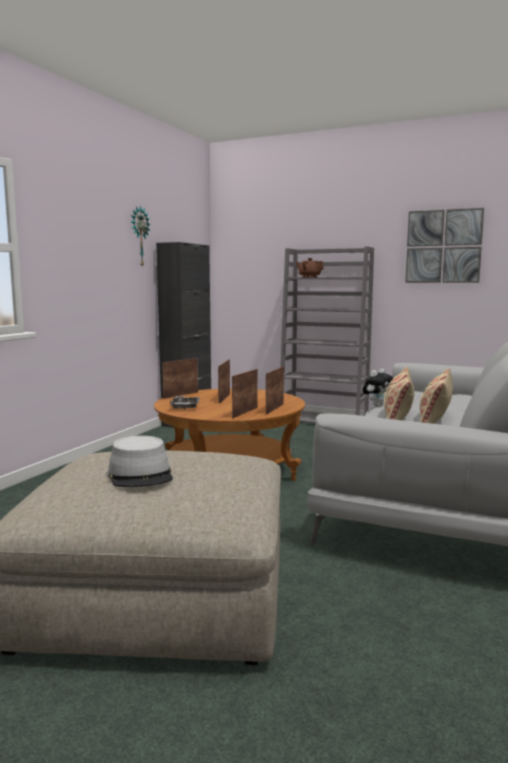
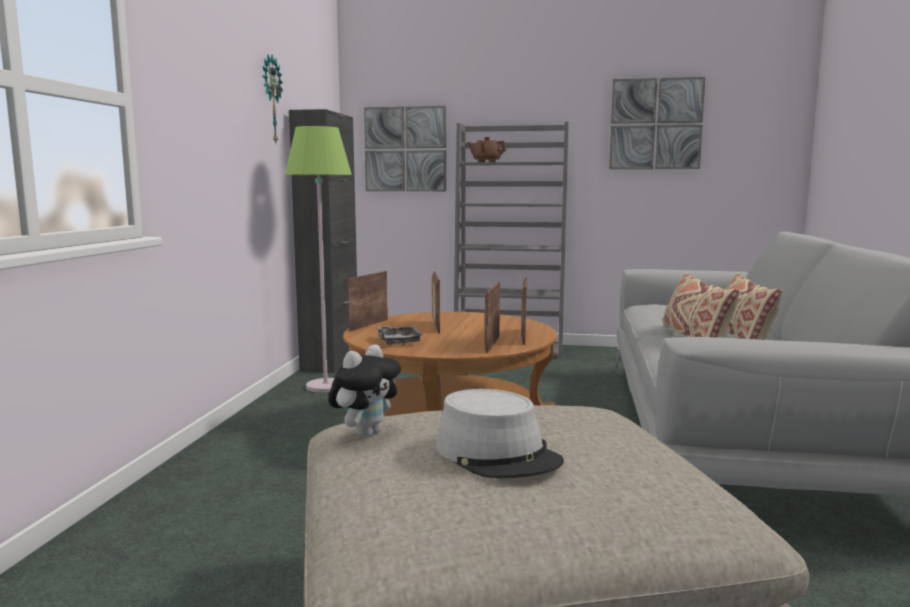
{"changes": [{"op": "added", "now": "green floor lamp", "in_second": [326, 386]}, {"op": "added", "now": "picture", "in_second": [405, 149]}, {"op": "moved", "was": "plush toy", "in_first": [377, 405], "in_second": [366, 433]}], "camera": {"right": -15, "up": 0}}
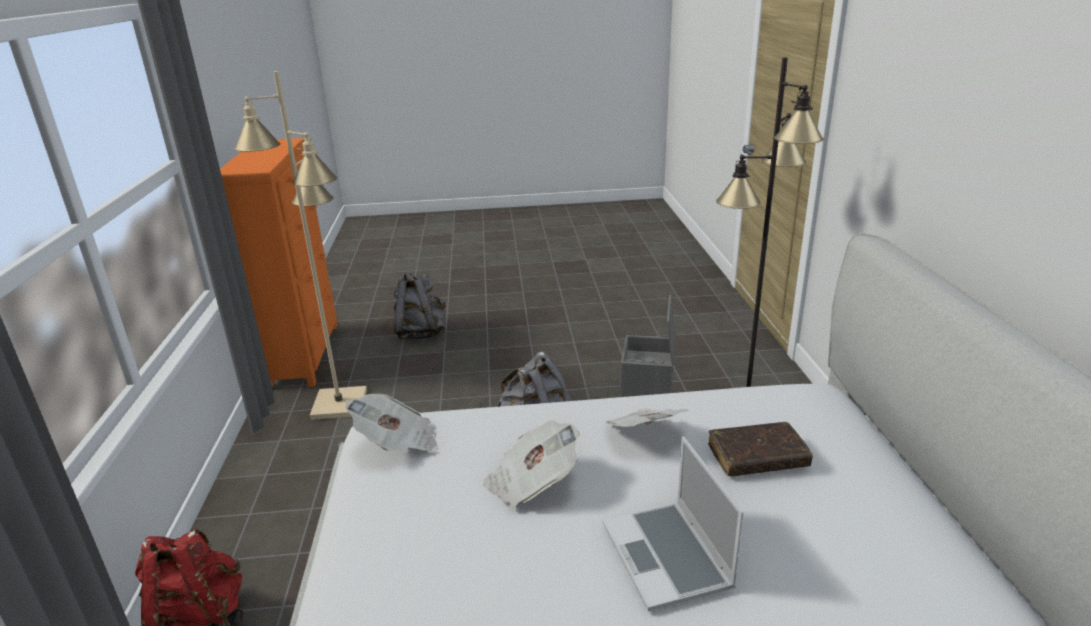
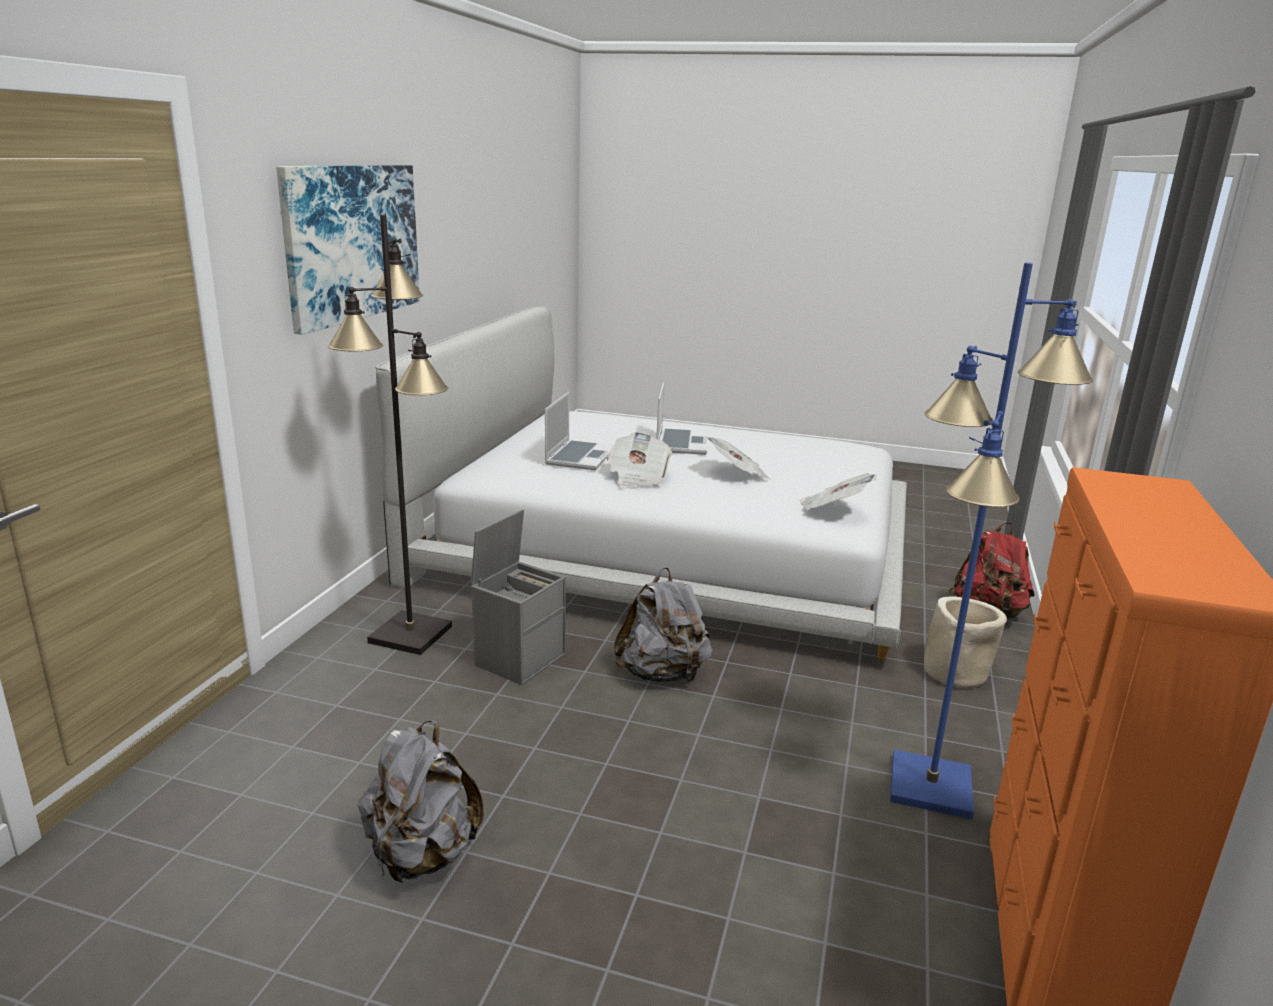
{"changes": [{"op": "added", "now": "picture", "in_second": [353, 242]}, {"op": "added", "now": "beige planter", "in_second": [956, 673]}, {"op": "moved", "was": "grey backpack", "in_first": [421, 333], "in_second": [421, 855]}, {"op": "replaced", "was": "brown book", "now": "laptop", "in_first": [757, 457], "in_second": [580, 456]}, {"op": "recoloured", "was": "beige floor lamp", "now": "blue floor lamp", "in_first": [339, 404], "in_second": [931, 787]}], "camera": {"right": -160, "up": -5}}
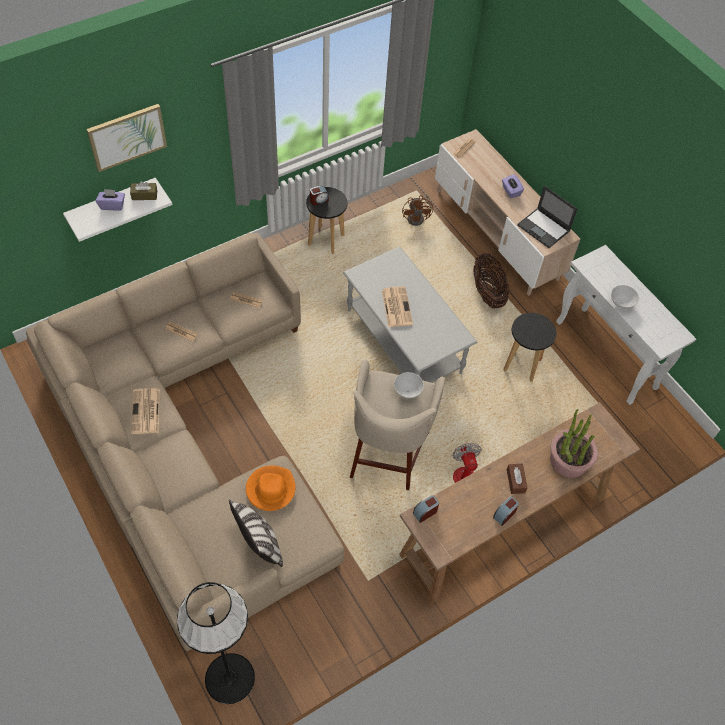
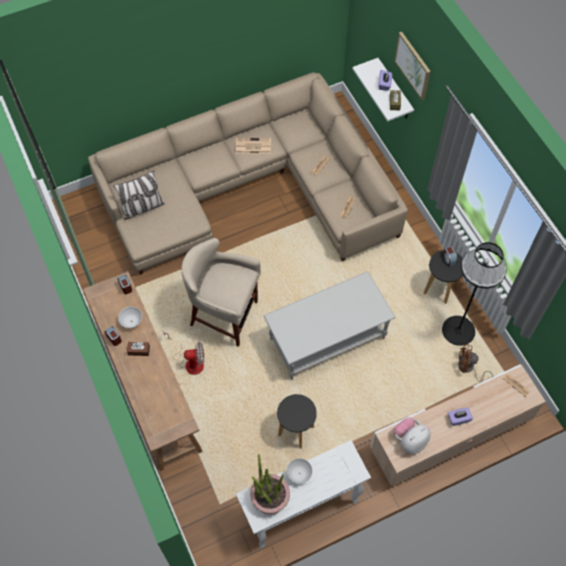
{"changes": [{"op": "removed", "was": "orange hat", "in_first": [270, 489]}, {"op": "removed", "was": "newspaper", "in_first": [396, 306]}, {"op": "removed", "was": "basket", "in_first": [487, 293]}, {"op": "moved", "was": "black floor lamp", "in_first": [229, 678], "in_second": [458, 330]}, {"op": "moved", "was": "white bowl", "in_first": [407, 391], "in_second": [131, 321]}, {"op": "moved", "was": "potted plant", "in_first": [569, 460], "in_second": [269, 497]}, {"op": "replaced", "was": "laptop", "now": "plush toy", "in_first": [544, 228], "in_second": [410, 440]}], "camera": {"right": 100, "up": 5}}
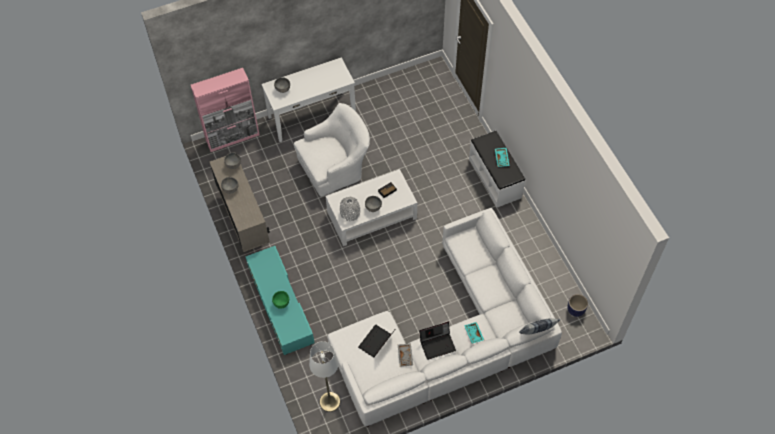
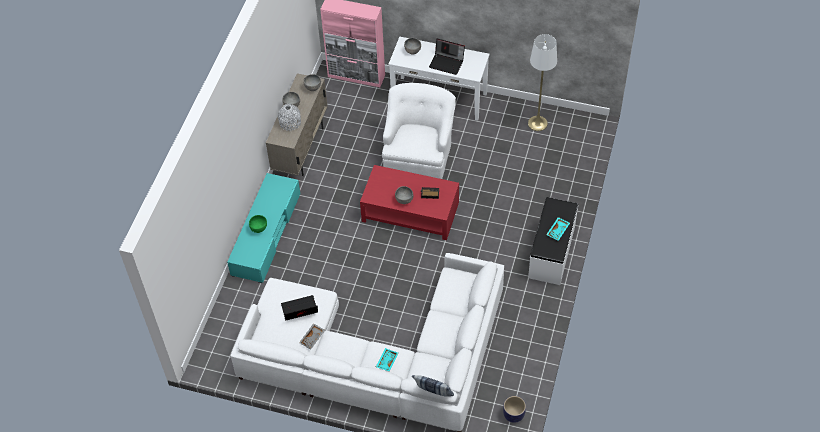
{"changes": [{"op": "moved", "was": "white floor lamp", "in_first": [330, 401], "in_second": [537, 123]}, {"op": "moved", "was": "grey vase", "in_first": [350, 213], "in_second": [290, 123]}, {"op": "moved", "was": "laptop", "in_first": [437, 344], "in_second": [447, 63]}, {"op": "recoloured", "was": "white coffee table", "now": "red coffee table", "in_first": [372, 215], "in_second": [410, 212]}, {"op": "turned", "was": "white armchair", "in_first": [335, 166], "in_second": [418, 152], "clockwise": -90}], "camera": {"right": 40, "up": -5}}
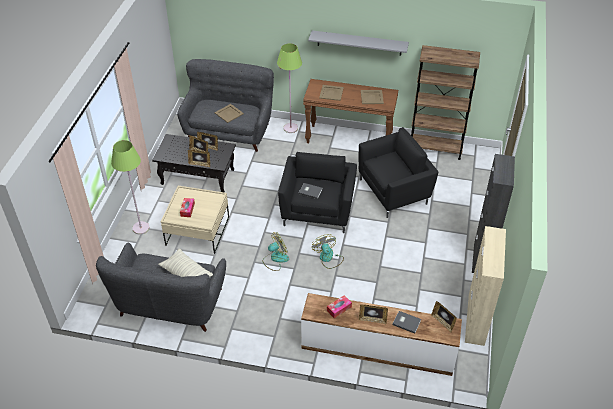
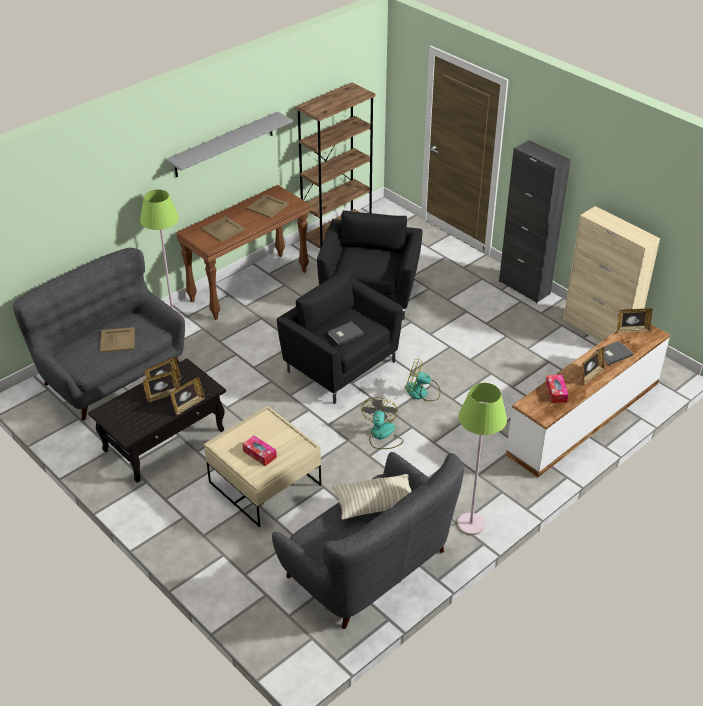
{"changes": [{"op": "moved", "was": "green floor lamp", "in_first": [140, 228], "in_second": [470, 524]}], "camera": {"right": -55, "up": -5}}
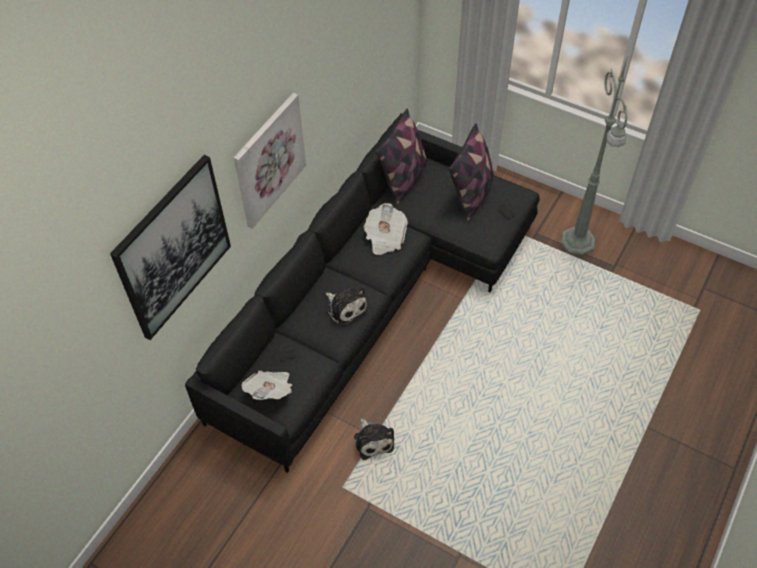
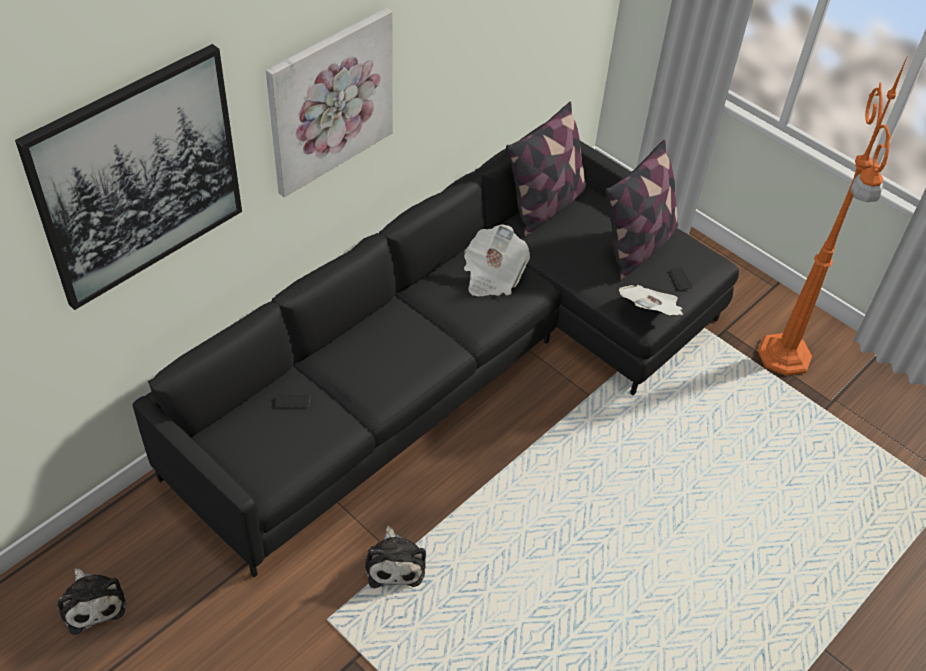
{"changes": [{"op": "moved", "was": "newspaper", "in_first": [270, 391], "in_second": [650, 311]}, {"op": "moved", "was": "plush toy", "in_first": [345, 307], "in_second": [92, 602]}, {"op": "recoloured", "was": "grey floor lamp", "now": "orange floor lamp", "in_first": [578, 243], "in_second": [784, 357]}], "camera": {"right": 10, "up": -5}}
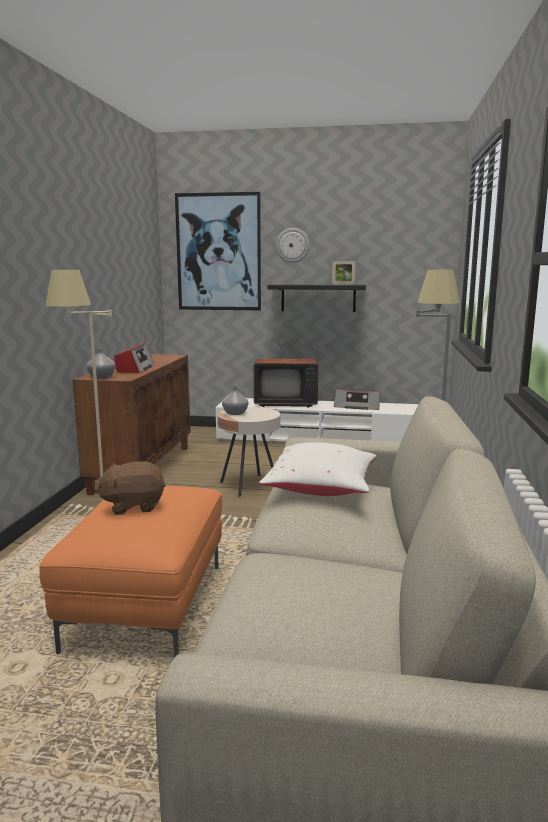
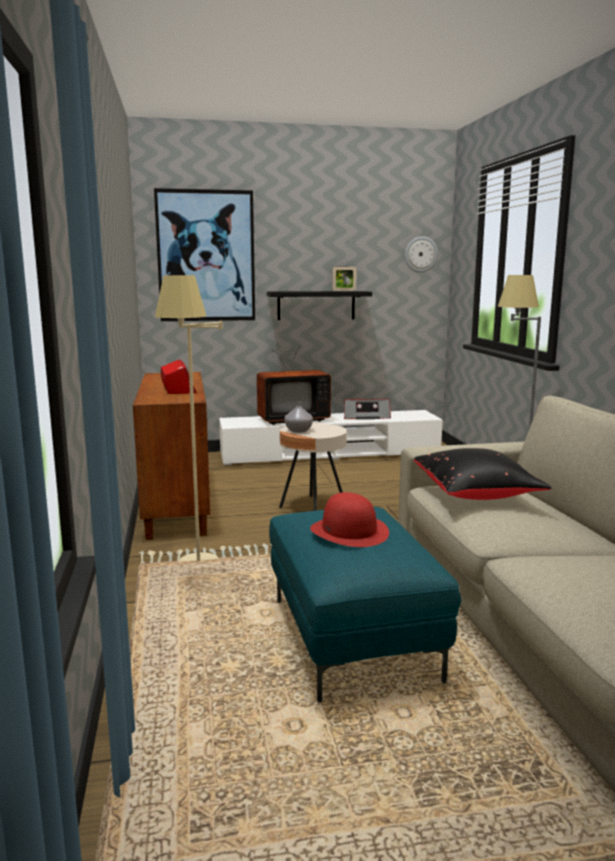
{"changes": [{"op": "removed", "was": "grey vase", "in_first": [102, 377]}, {"op": "moved", "was": "wall clock", "in_first": [293, 245], "in_second": [420, 254]}, {"op": "replaced", "was": "brown plush toy", "now": "red hat", "in_first": [133, 506], "in_second": [349, 531]}, {"op": "recoloured", "was": "orange ottoman", "now": "turquoise ottoman", "in_first": [145, 606], "in_second": [350, 639]}, {"op": "recoloured", "was": "white pillow", "now": "black pillow", "in_first": [321, 490], "in_second": [476, 495]}], "camera": {"right": -20, "up": 0}}
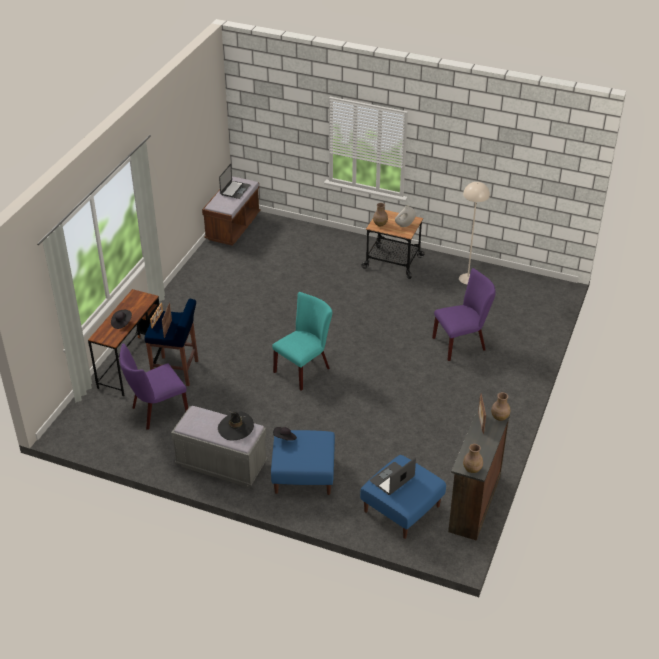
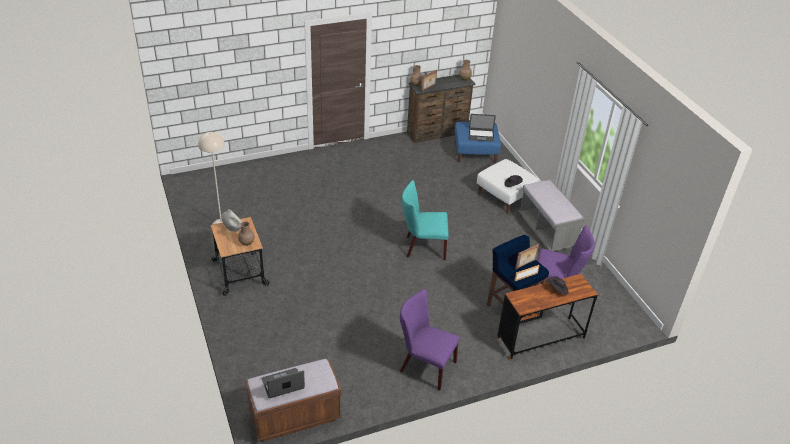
{"changes": [{"op": "removed", "was": "black hat", "in_first": [235, 428]}, {"op": "moved", "was": "purple chair", "in_first": [462, 343], "in_second": [424, 366]}, {"op": "recoloured", "was": "blue ottoman", "now": "white ottoman", "in_first": [303, 475], "in_second": [505, 196]}], "camera": {"right": -135, "up": 0}}
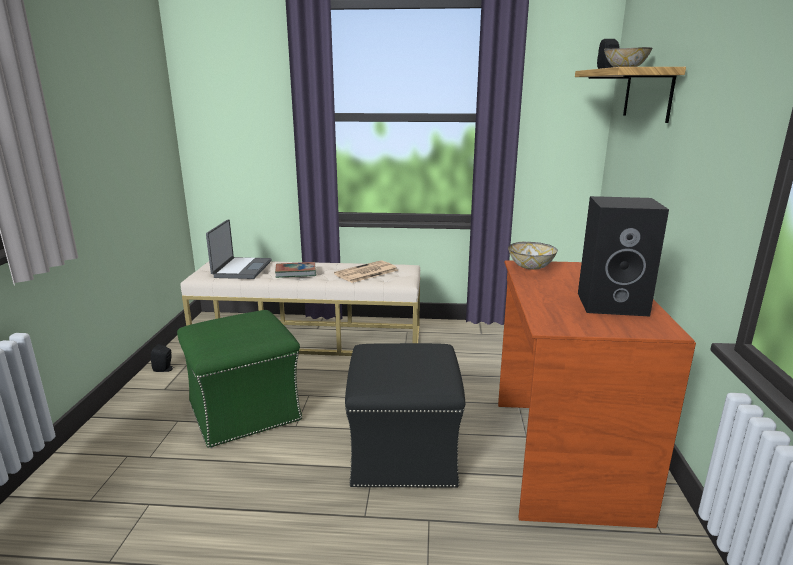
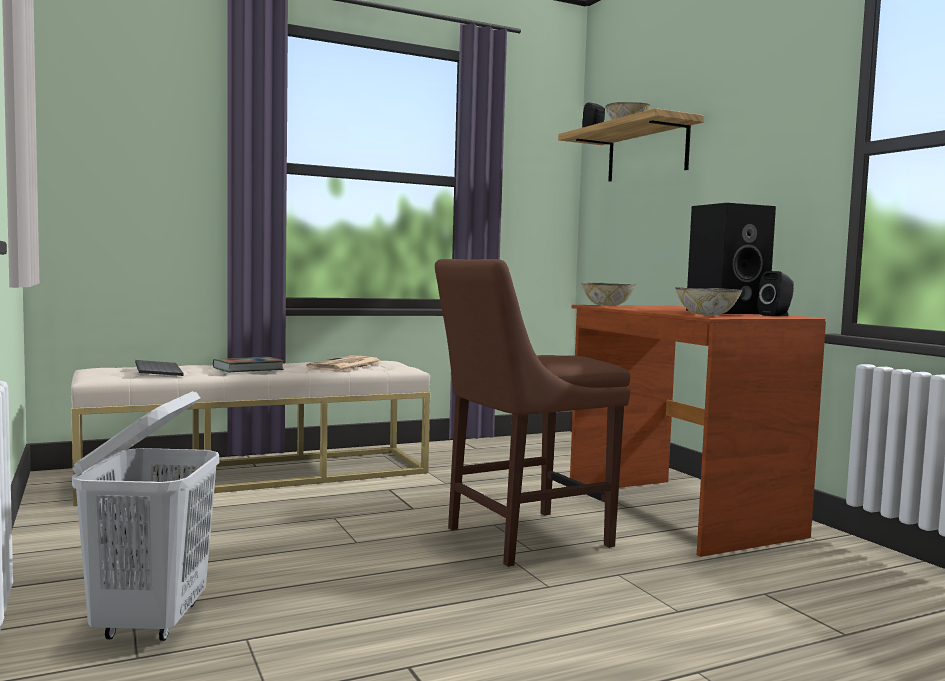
{"changes": [{"op": "removed", "was": "green ottoman", "in_first": [246, 410]}, {"op": "added", "now": "white laundry basket", "in_second": [151, 622]}, {"op": "added", "now": "bowl", "in_second": [707, 315]}, {"op": "moved", "was": "black speaker", "in_first": [164, 369], "in_second": [776, 315]}, {"op": "replaced", "was": "laptop", "now": "keyboard", "in_first": [241, 269], "in_second": [156, 370]}, {"op": "replaced", "was": "black ottoman", "now": "brown chair", "in_first": [403, 452], "in_second": [520, 538]}], "camera": {"right": -30, "up": -15}}
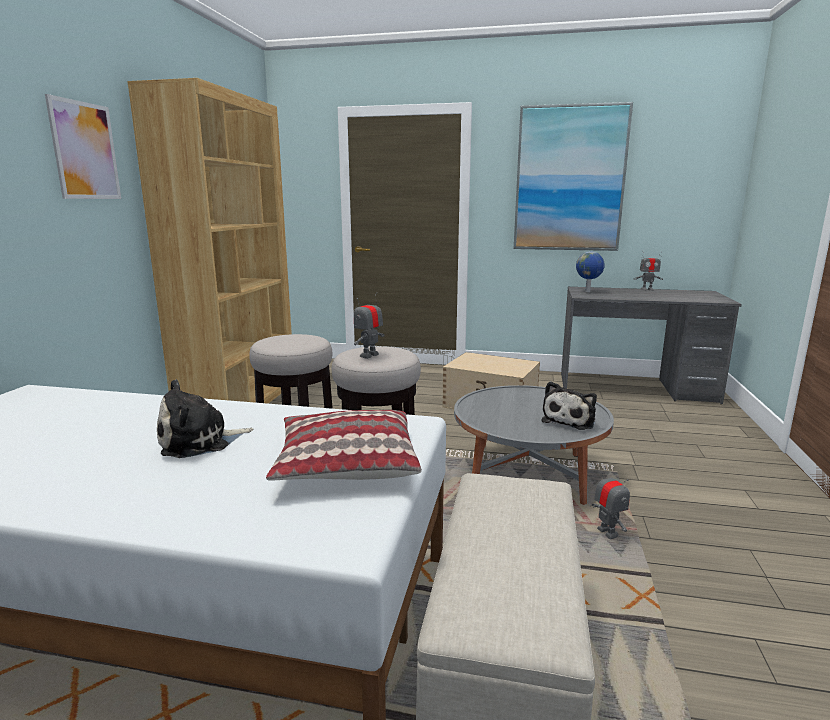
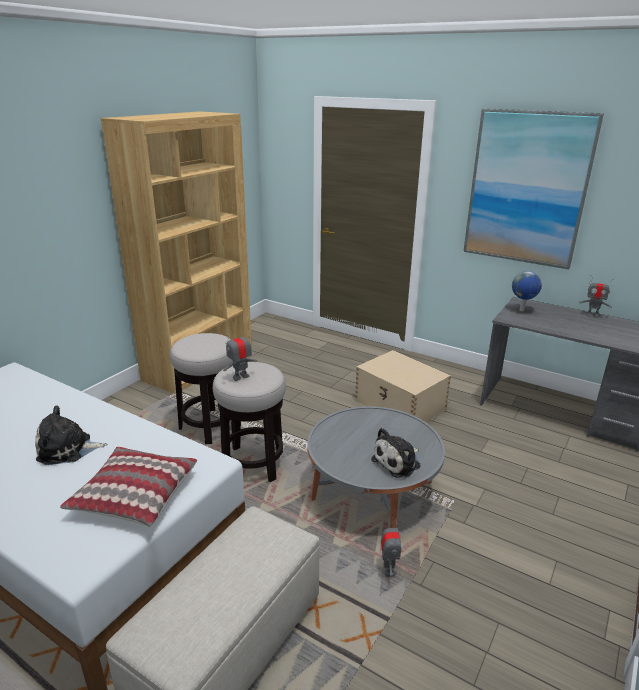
{"changes": [{"op": "removed", "was": "picture", "in_first": [85, 151]}], "camera": {"right": 20, "up": 10}}
